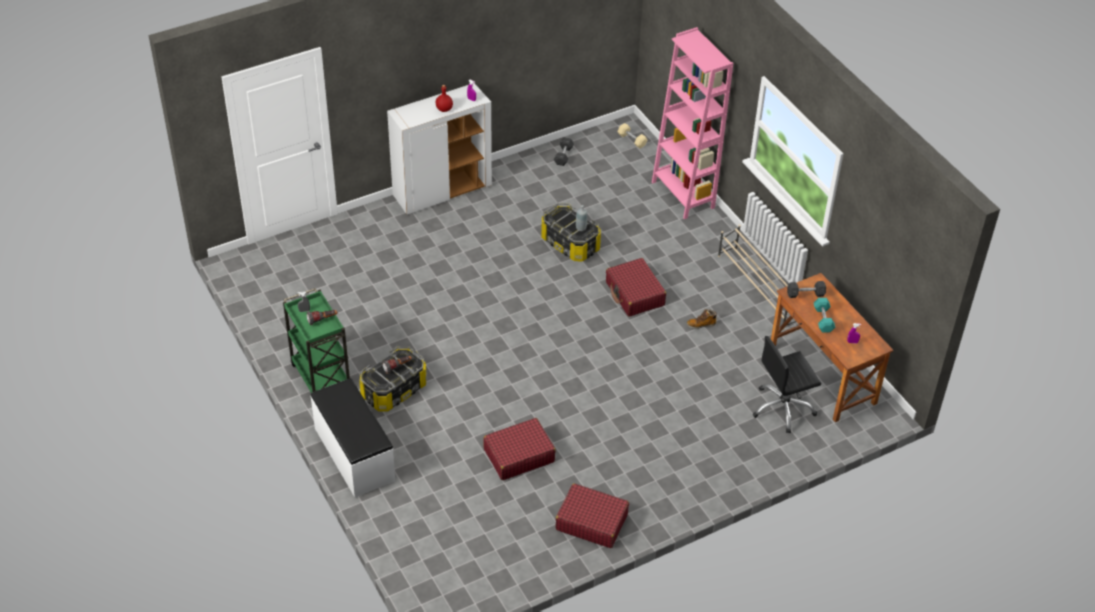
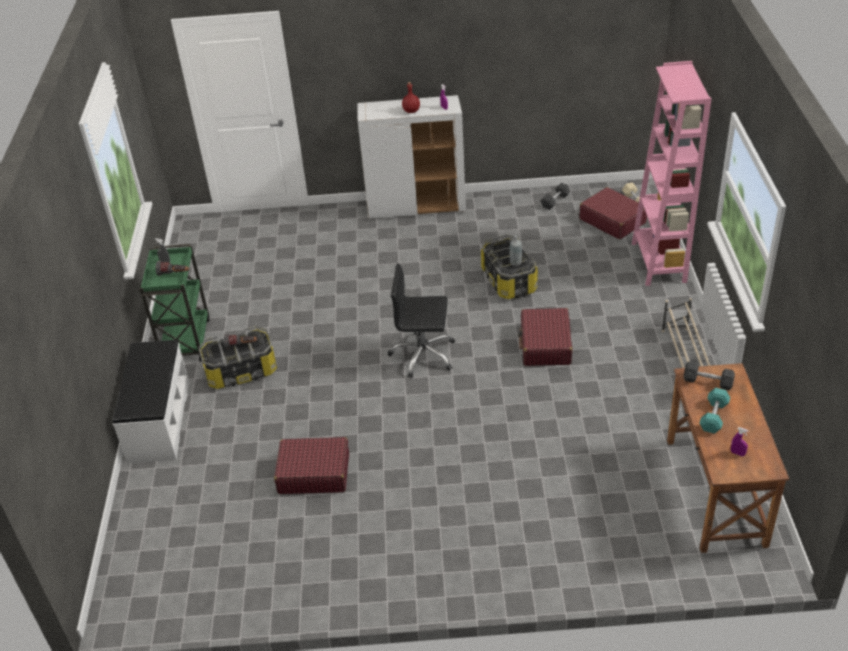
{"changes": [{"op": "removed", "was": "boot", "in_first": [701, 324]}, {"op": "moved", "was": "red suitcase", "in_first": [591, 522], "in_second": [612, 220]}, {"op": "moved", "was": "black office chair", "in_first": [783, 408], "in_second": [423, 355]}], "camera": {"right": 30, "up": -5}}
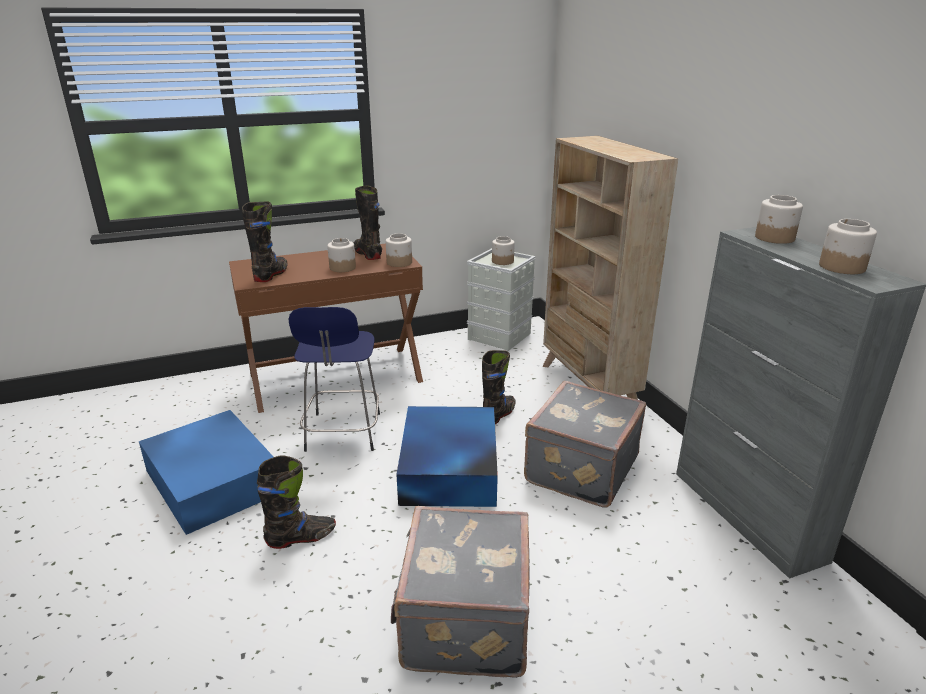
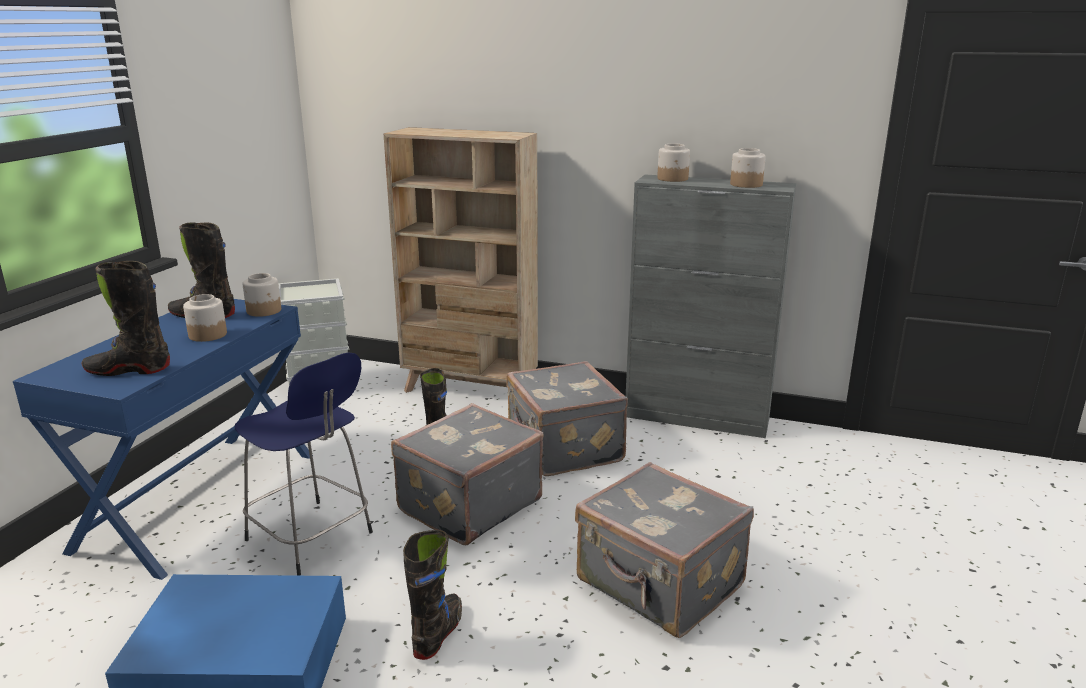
{"changes": [{"op": "removed", "was": "jar", "in_first": [503, 261]}, {"op": "replaced", "was": "blue storage box", "now": "grey suitcase", "in_first": [448, 469], "in_second": [467, 504]}, {"op": "recoloured", "was": "brown desk", "now": "blue desk", "in_first": [335, 377], "in_second": [199, 499]}, {"op": "turned", "was": "black boot", "in_first": [271, 275], "in_second": [129, 370], "clockwise": -60}], "camera": {"right": -50, "up": -5}}
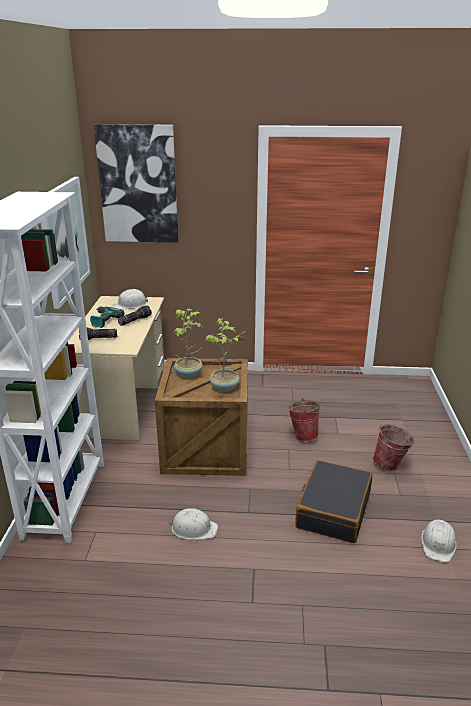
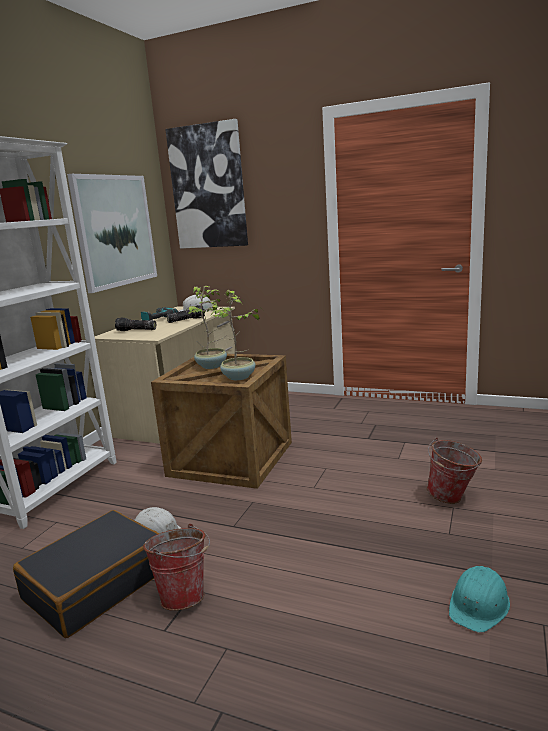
{"changes": [{"op": "moved", "was": "bucket", "in_first": [303, 435], "in_second": [184, 594]}, {"op": "moved", "was": "black suitcase", "in_first": [333, 510], "in_second": [95, 584]}, {"op": "recoloured", "was": "white hard hat", "now": "turquoise hard hat", "in_first": [438, 544], "in_second": [479, 604]}], "camera": {"right": 20, "up": -10}}
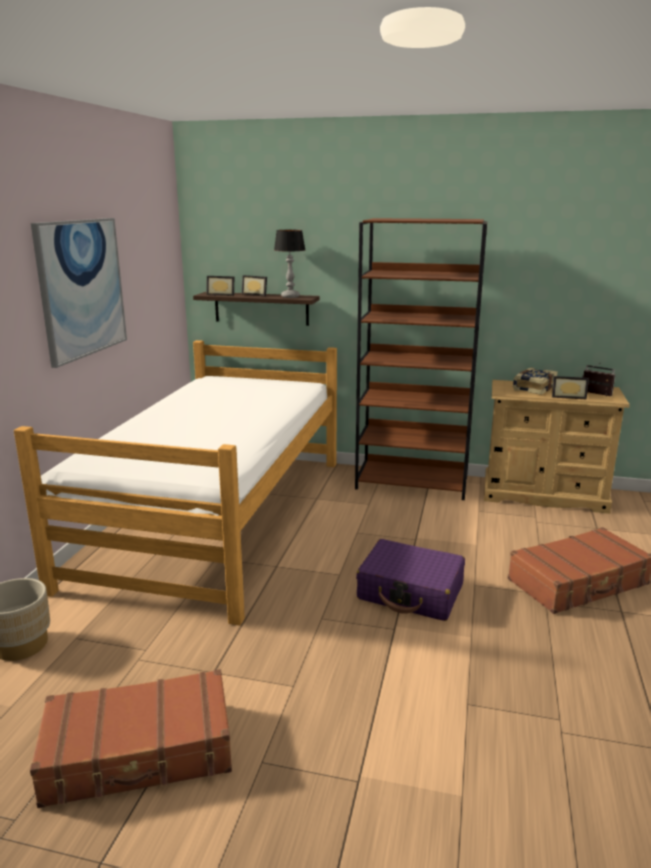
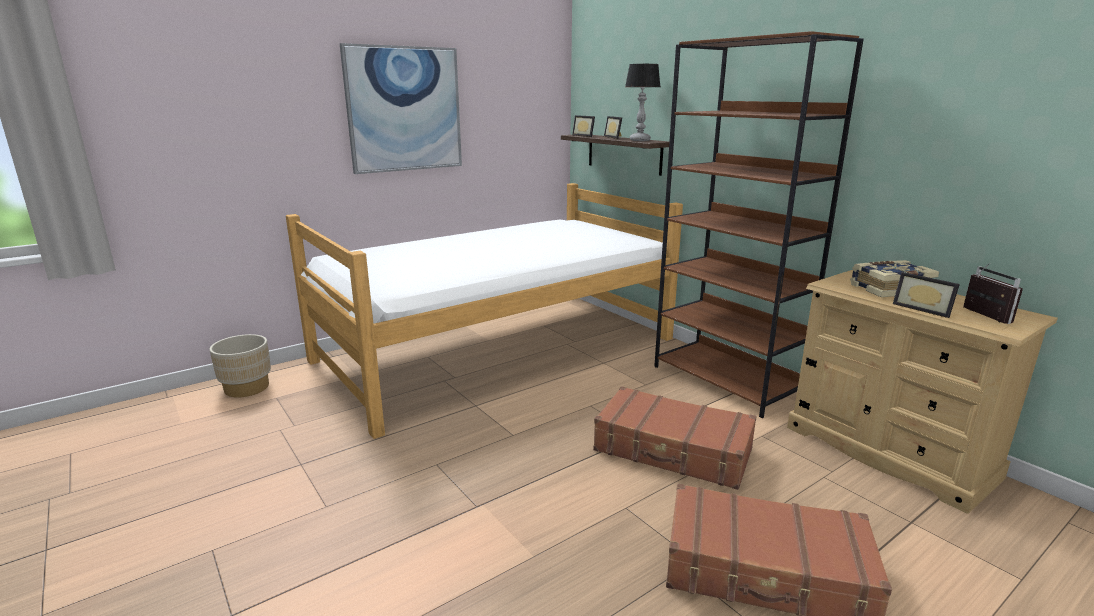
{"changes": [{"op": "removed", "was": "purple suitcase", "in_first": [411, 592]}, {"op": "moved", "was": "brown suitcase", "in_first": [139, 753], "in_second": [673, 450]}], "camera": {"right": 40, "up": 0}}
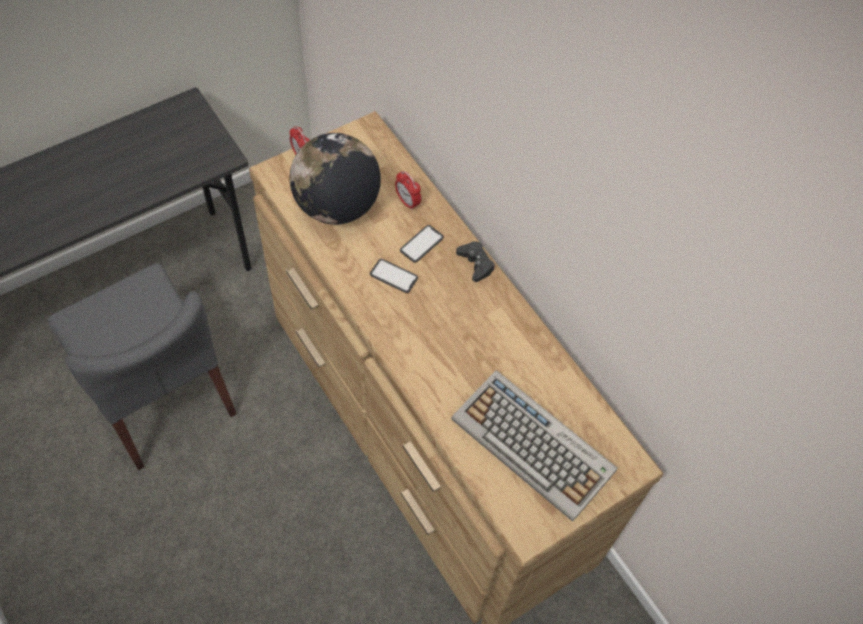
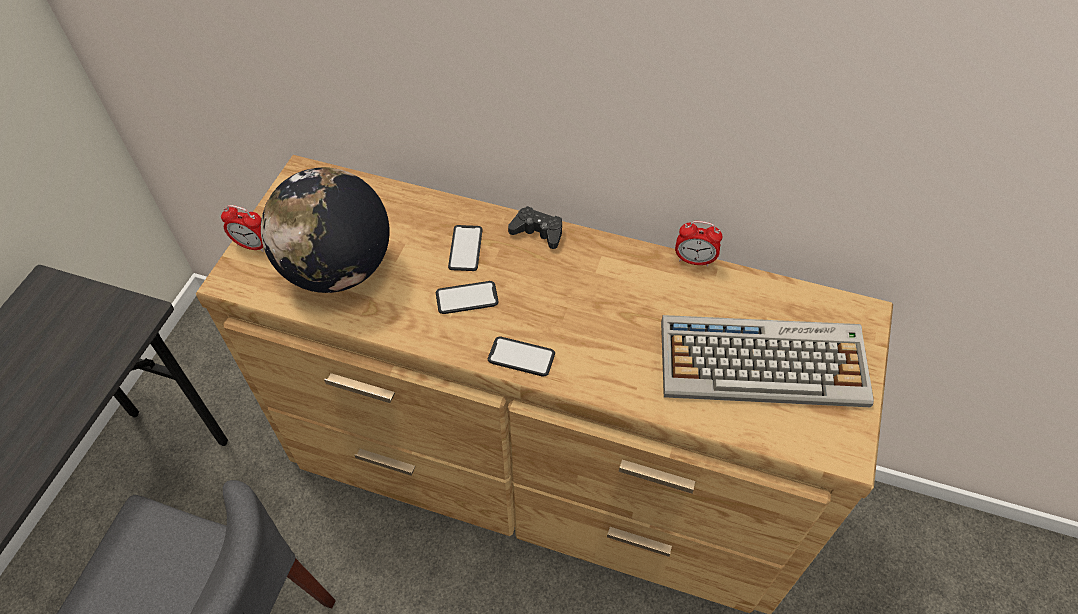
{"changes": [{"op": "added", "now": "phone", "in_second": [521, 357]}, {"op": "moved", "was": "alarm clock", "in_first": [407, 202], "in_second": [694, 260]}], "camera": {"right": -35, "up": -5}}
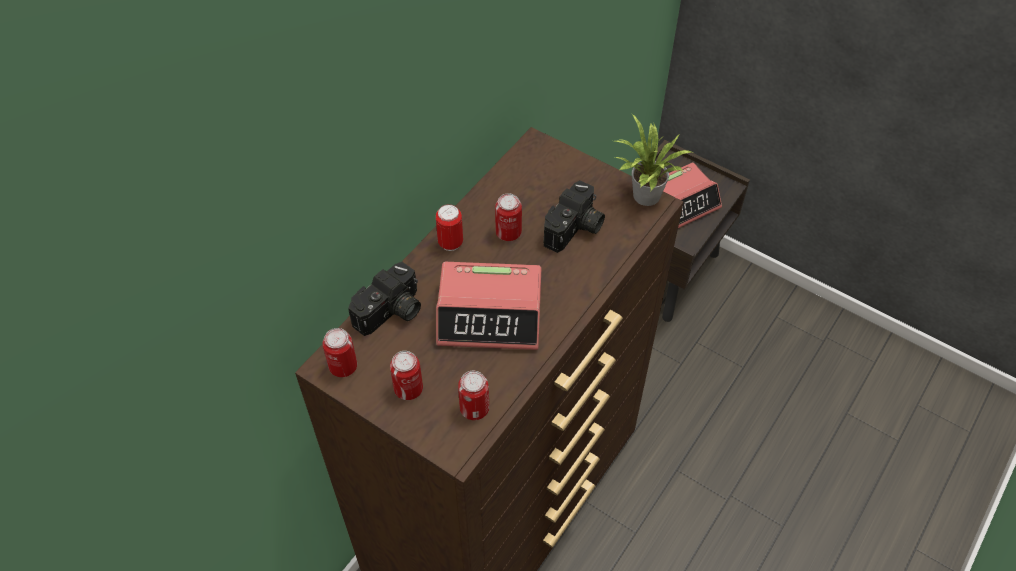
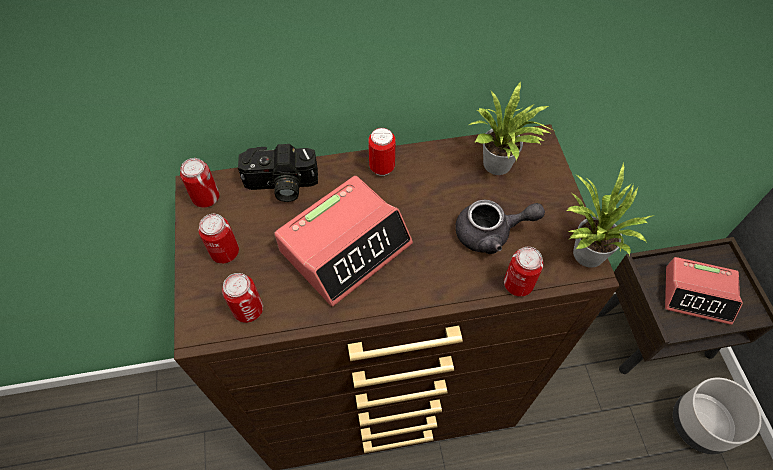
{"changes": [{"op": "added", "now": "potted plant", "in_second": [499, 166]}, {"op": "added", "now": "grey planter", "in_second": [700, 425]}, {"op": "moved", "was": "can", "in_first": [508, 233], "in_second": [518, 284]}, {"op": "replaced", "was": "photo camera", "now": "grey teapot", "in_first": [575, 229], "in_second": [491, 233]}, {"op": "turned", "was": "alarm clock", "in_first": [490, 314], "in_second": [345, 246], "clockwise": -90}], "camera": {"right": 45, "up": 5}}
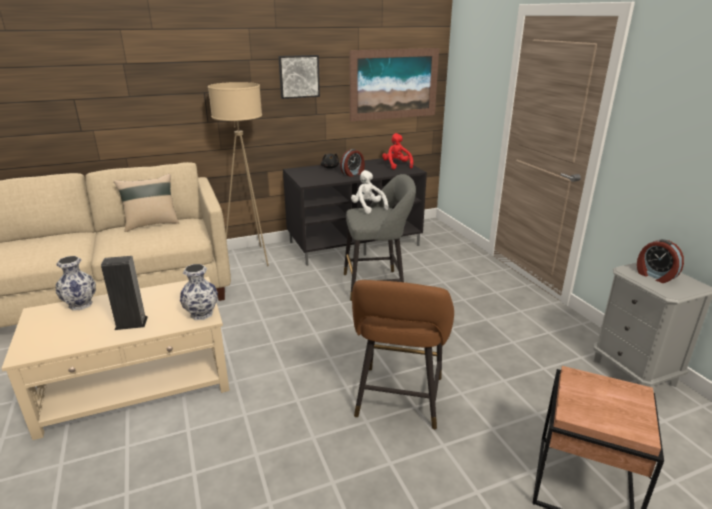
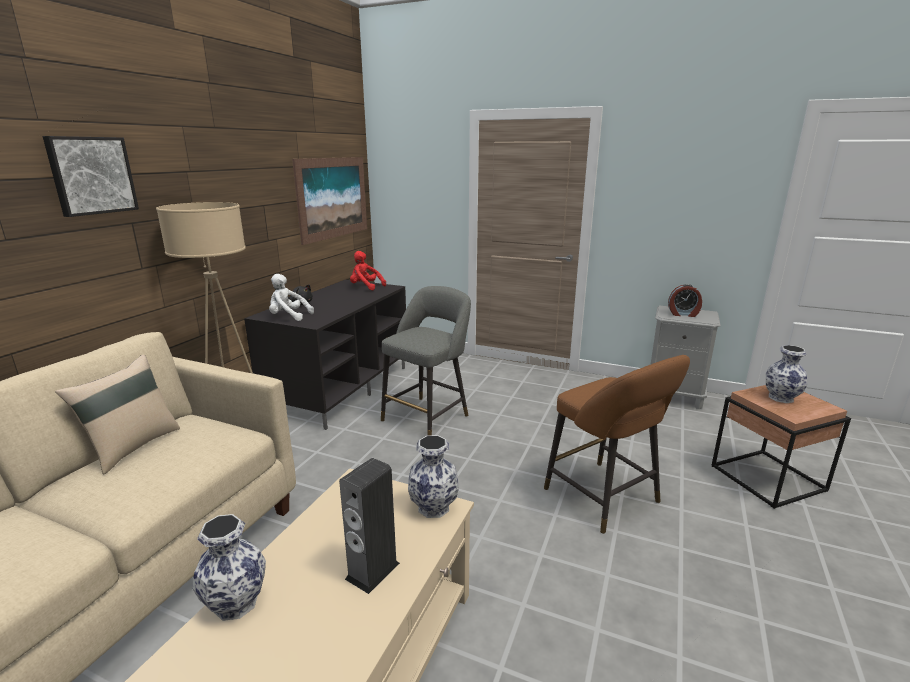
{"changes": [{"op": "removed", "was": "alarm clock", "in_first": [353, 174]}, {"op": "added", "now": "vase", "in_second": [781, 397]}, {"op": "moved", "was": "picture", "in_first": [299, 76], "in_second": [91, 175]}, {"op": "moved", "was": "white plush toy", "in_first": [368, 208], "in_second": [288, 317]}], "camera": {"right": -45, "up": -5}}
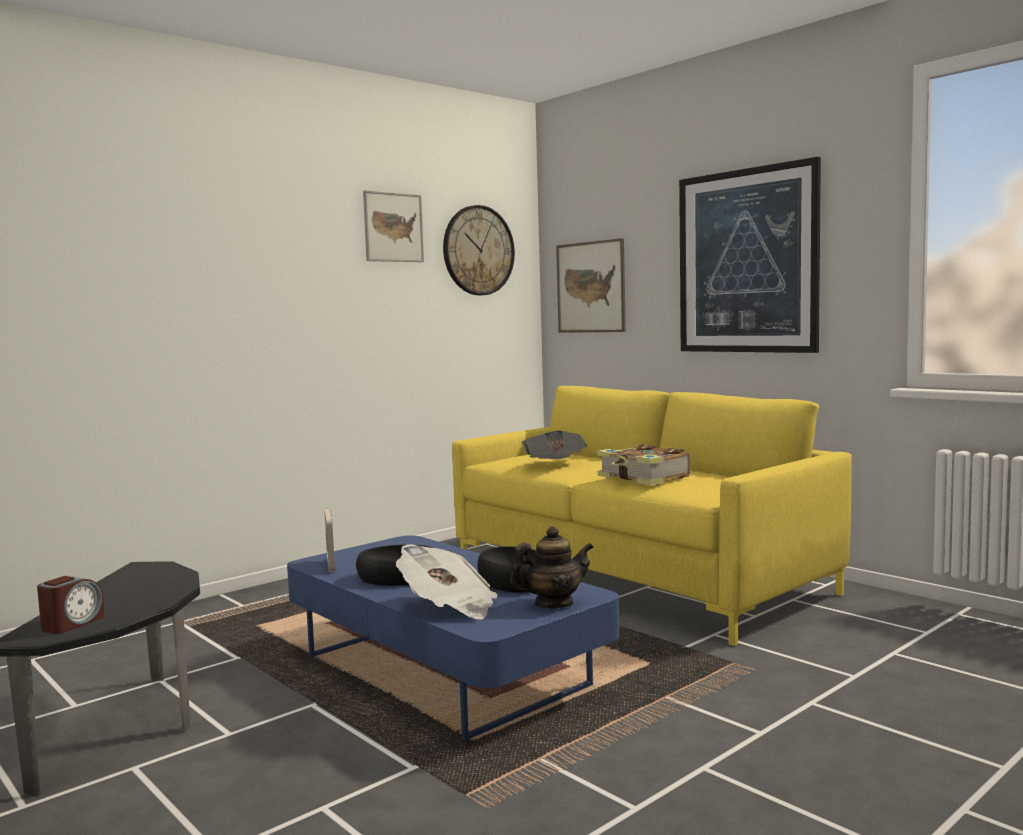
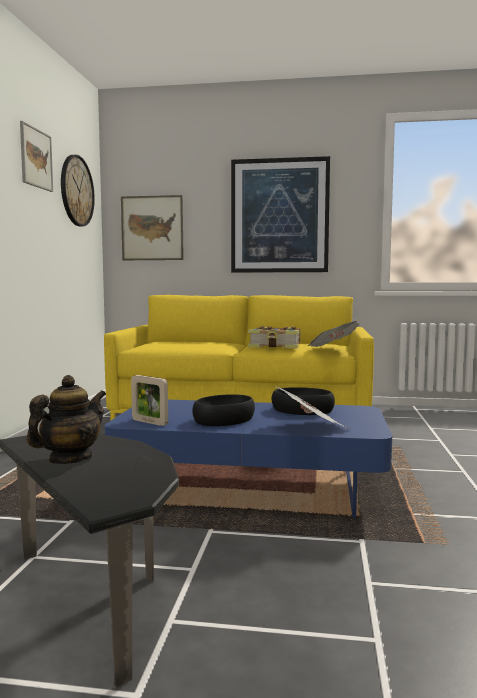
{"changes": [{"op": "removed", "was": "alarm clock", "in_first": [72, 624]}, {"op": "moved", "was": "teapot", "in_first": [553, 604], "in_second": [70, 459]}, {"op": "moved", "was": "newspaper", "in_first": [555, 464], "in_second": [332, 349]}], "camera": {"right": -40, "up": 0}}
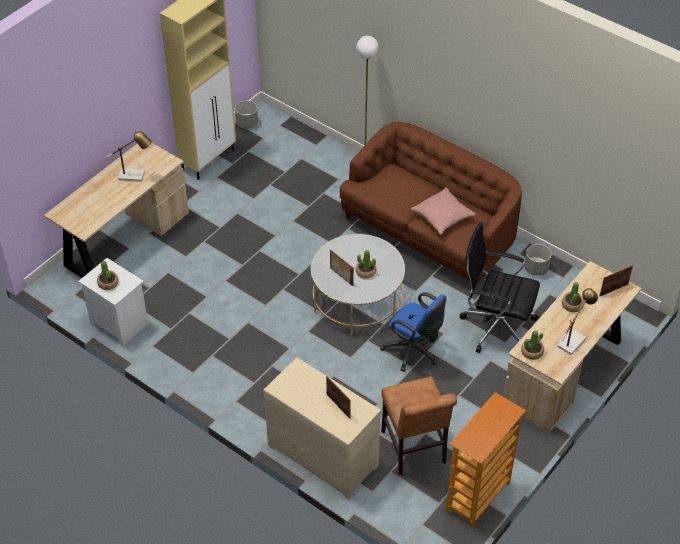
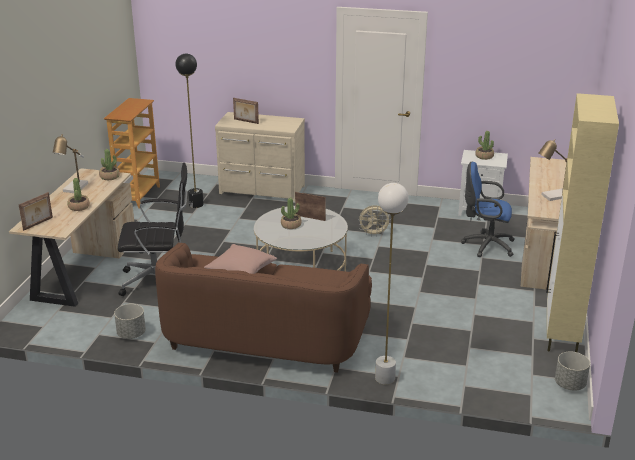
{"changes": [{"op": "added", "now": "beige fan", "in_second": [373, 234]}, {"op": "moved", "was": "blue office chair", "in_first": [414, 351], "in_second": [485, 245]}, {"op": "replaced", "was": "brown chair", "now": "black floor lamp", "in_first": [414, 450], "in_second": [196, 204]}], "camera": {"right": 155, "up": -20}}
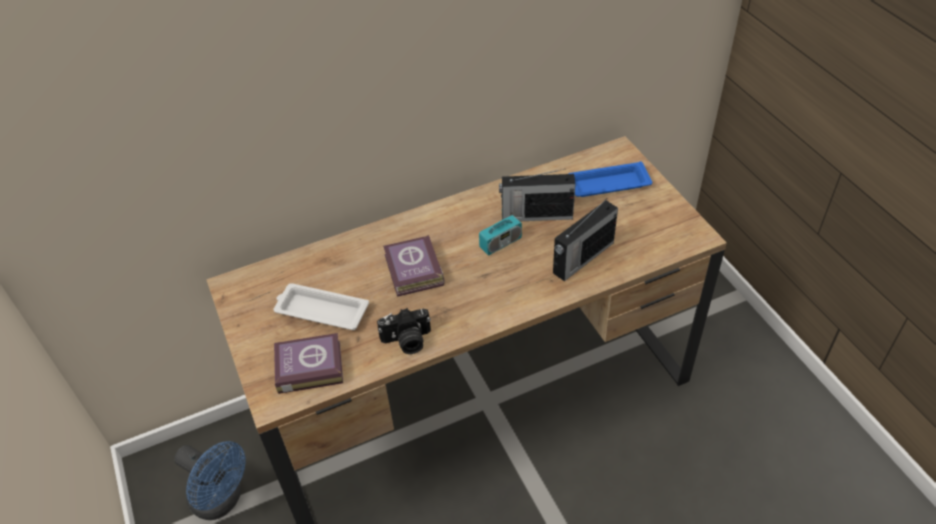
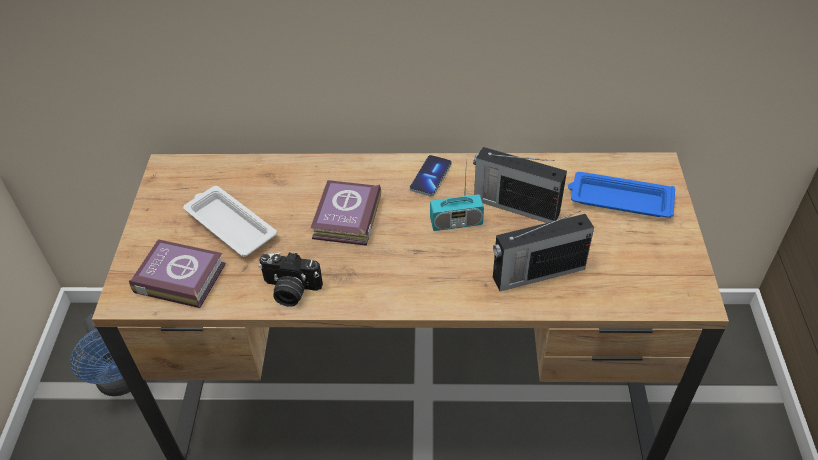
{"changes": [{"op": "added", "now": "phone", "in_second": [431, 177]}], "camera": {"right": 25, "up": 0}}
